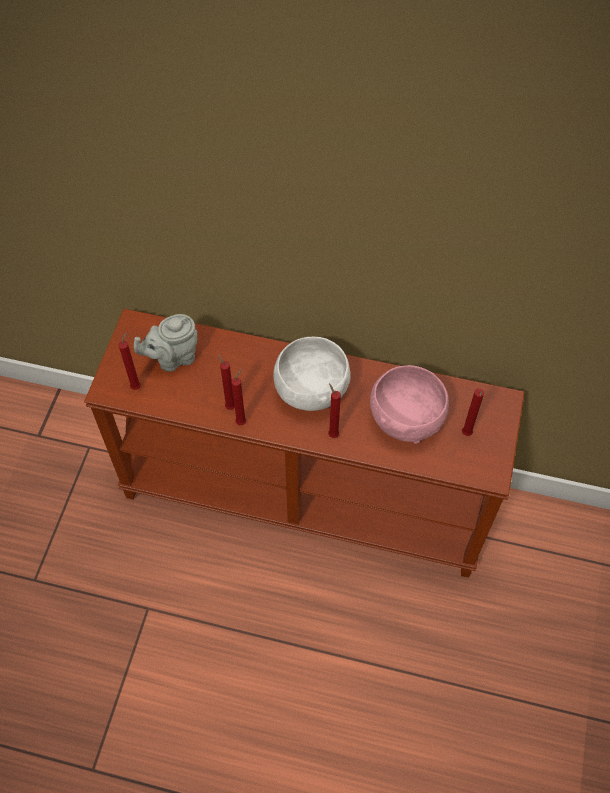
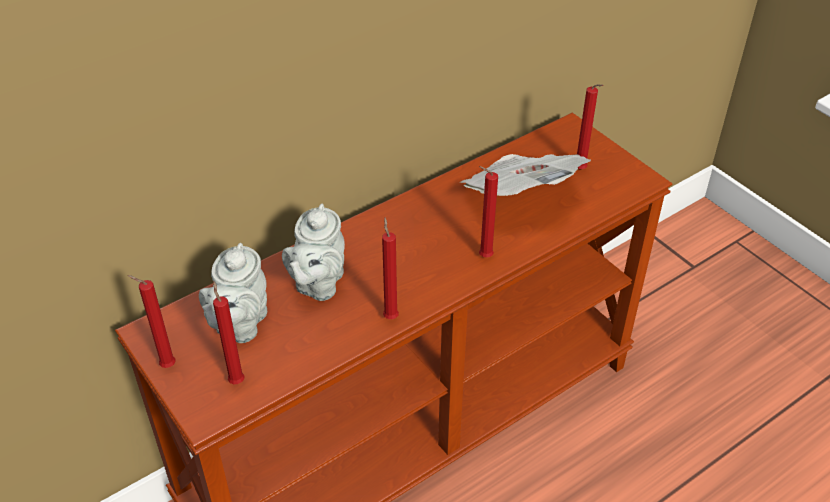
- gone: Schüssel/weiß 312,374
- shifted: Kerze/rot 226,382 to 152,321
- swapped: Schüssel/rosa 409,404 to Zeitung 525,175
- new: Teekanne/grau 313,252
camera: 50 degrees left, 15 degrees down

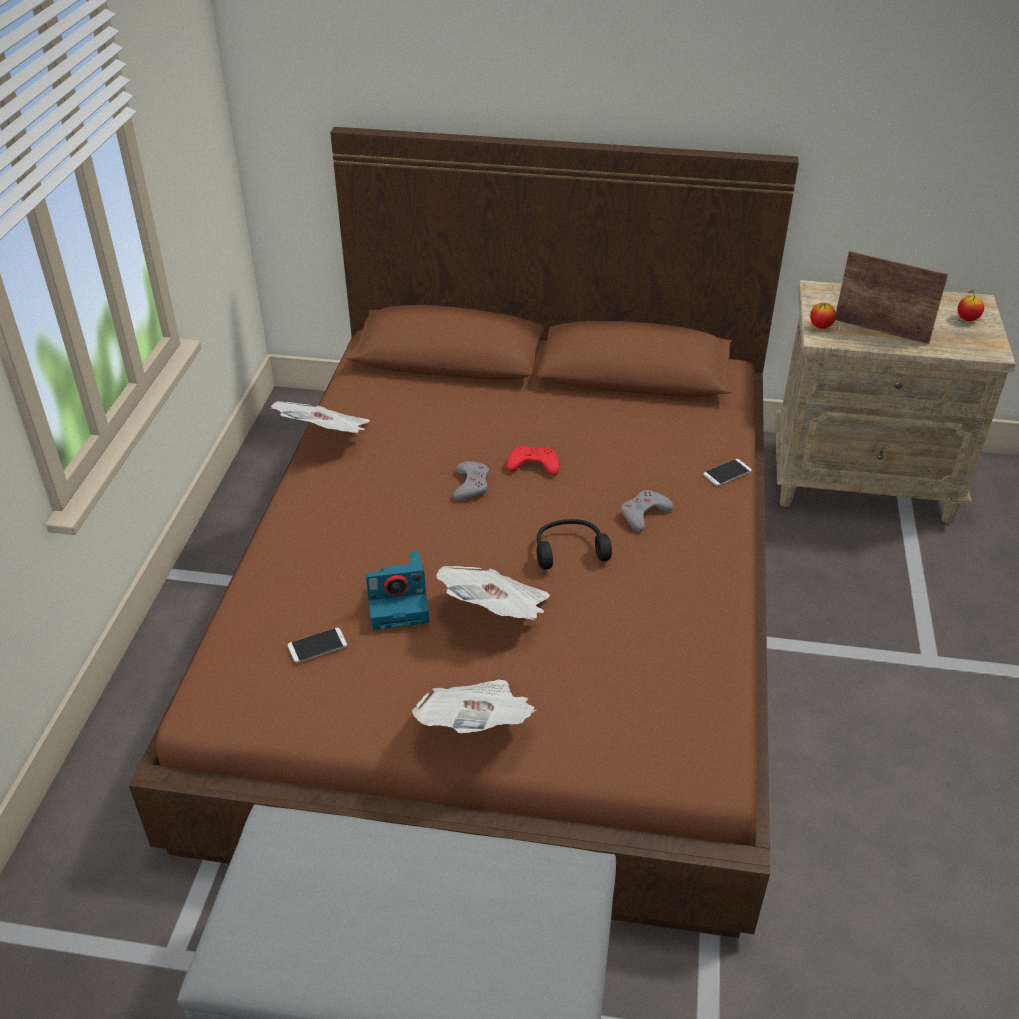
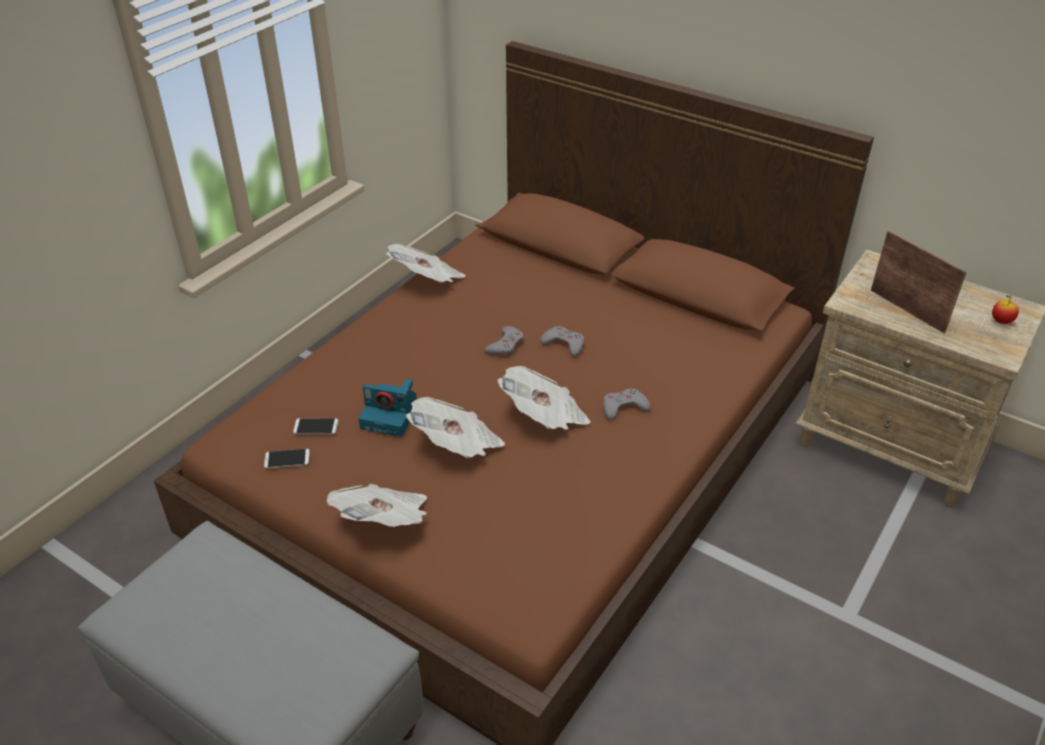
- gone: Apfel 823,316
- repainted: Gamepad/rot 532,460 to Gamepad/grau 562,341
- shifted: Handy 727,472 to 287,459
- swapped: Kopfhörer/schwarz 574,544 to Zeitung 543,398
camera: 25 degrees right, 0 degrees up

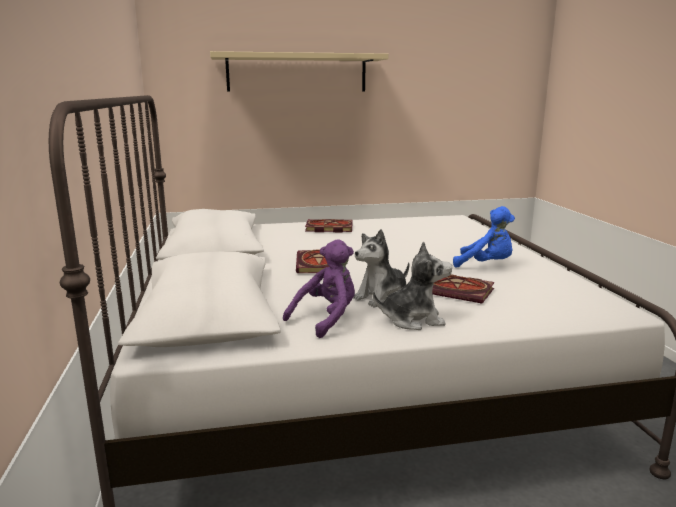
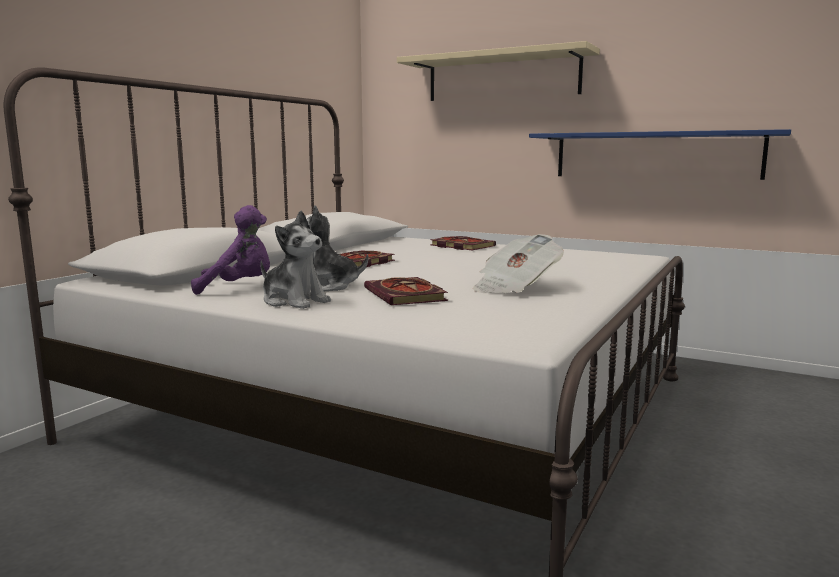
- swapped: Plüschtier/blau 484,237 to Zeitung 518,263
- new: Wandregal/blau 660,154
camera: 40 degrees right, 5 degrees down

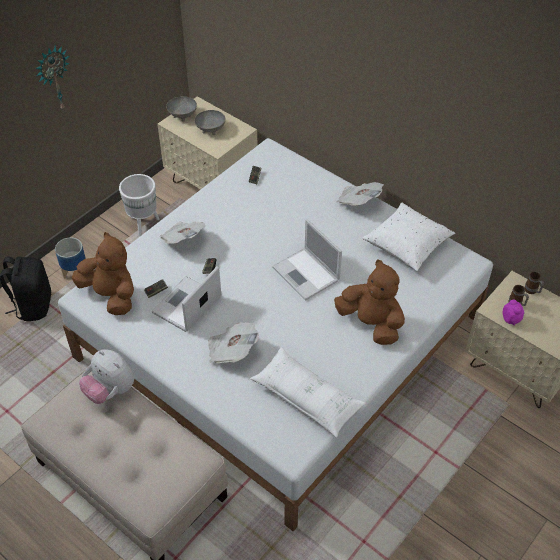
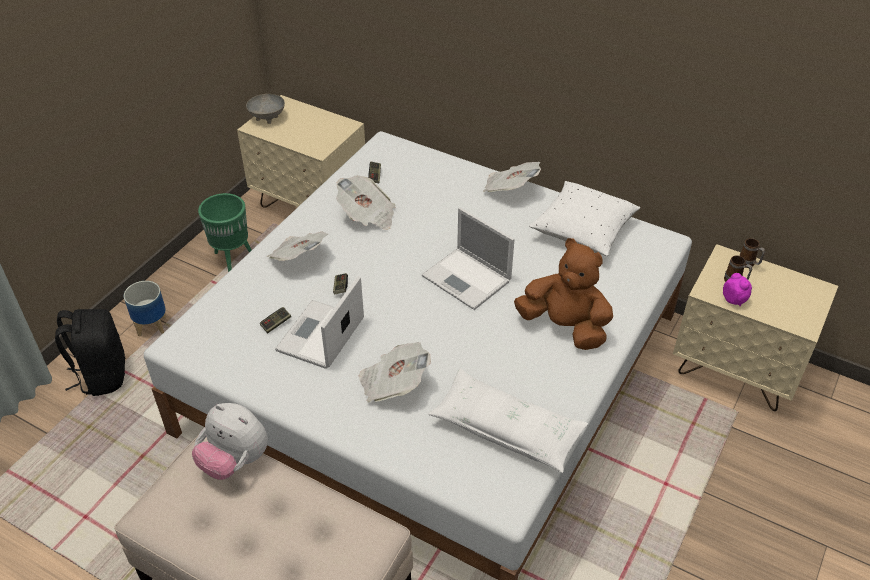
- gone: Wanduhr 52,78
- gone: Schüssel/grau 210,122
- repainted: Pflanzkübel/weiß 139,205 to Pflanzkübel/grün 225,232
- gone: Plüschtier/braun 103,273
- new: Zeitung 365,203
camera: 10 degrees left, 5 degrees down

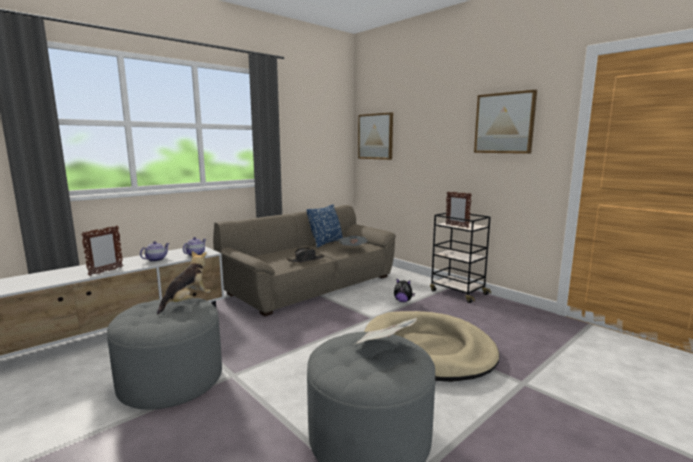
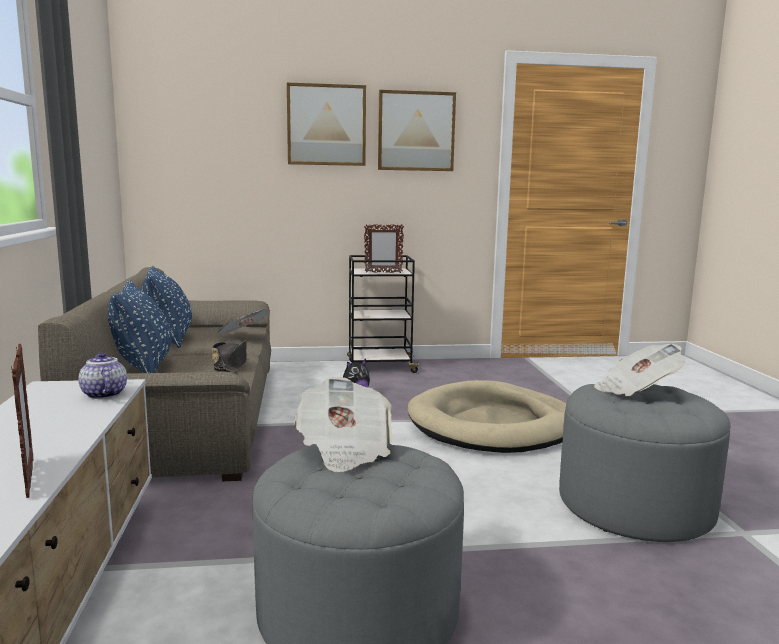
- shifted: Bild 375,136 to 326,124
- gone: Teekanne 155,251
- swapped: Plüschtier 184,283 to Zeitung 343,424
- new: Kissen/blau 140,326
camera: 55 degrees left, 0 degrees up

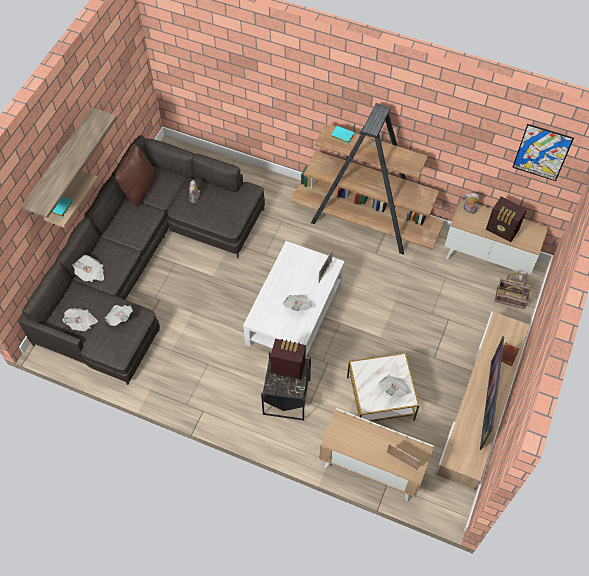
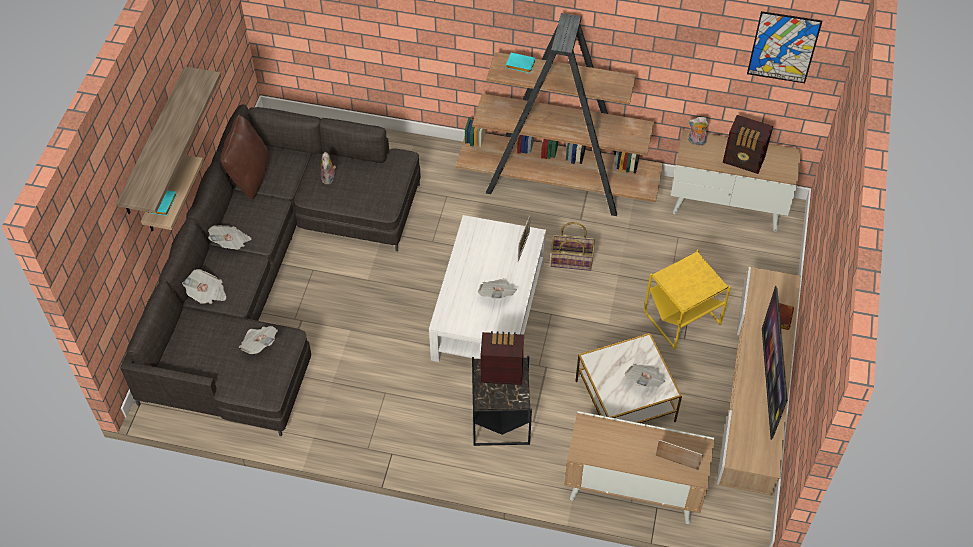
- shifted: Korb 513,290 to 573,246
- shifted: Zeitung 80,319 to 229,238
- new: Beistelltisch/gelb 687,300
camera: 10 degrees left, 5 degrees down

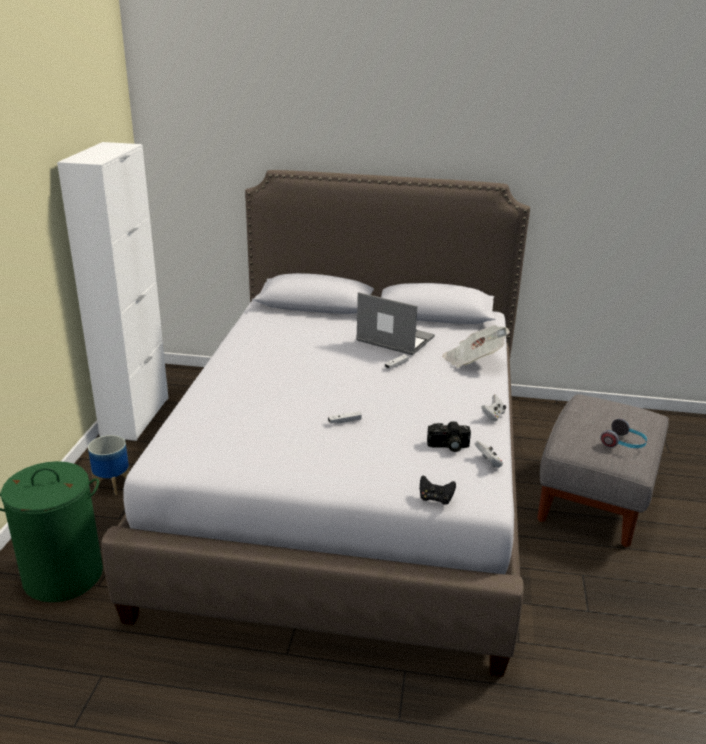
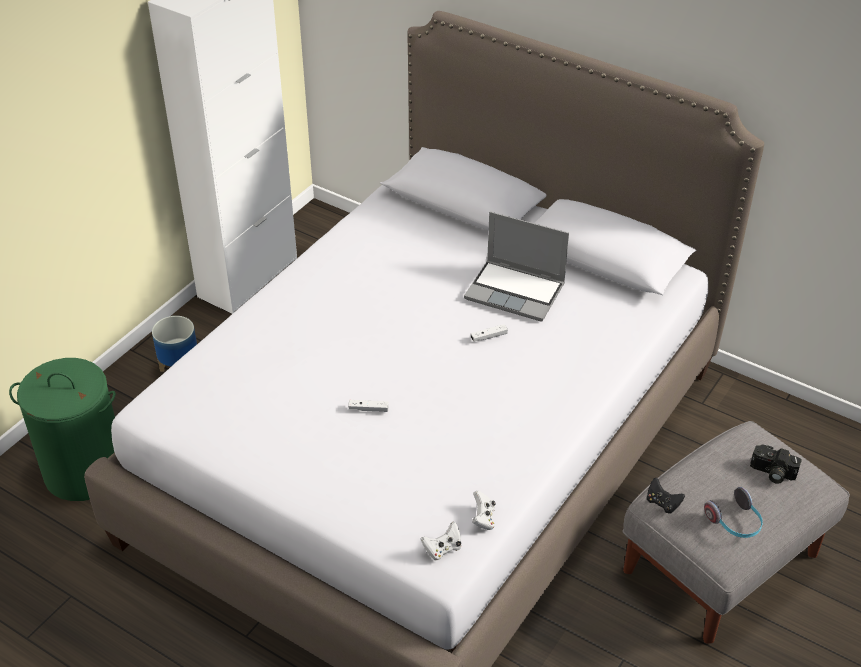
- rotated: Laptop 395,323 = 516,267 150 degrees clockwise
- gone: Zeitung 476,346
- shifted: Gamepad/weiß 493,407 to 441,541
- shifted: Kamera 449,437 to 776,464
- shifted: Gamepad/schwarz 438,490 to 666,495
camera: 25 degrees right, 15 degrees up

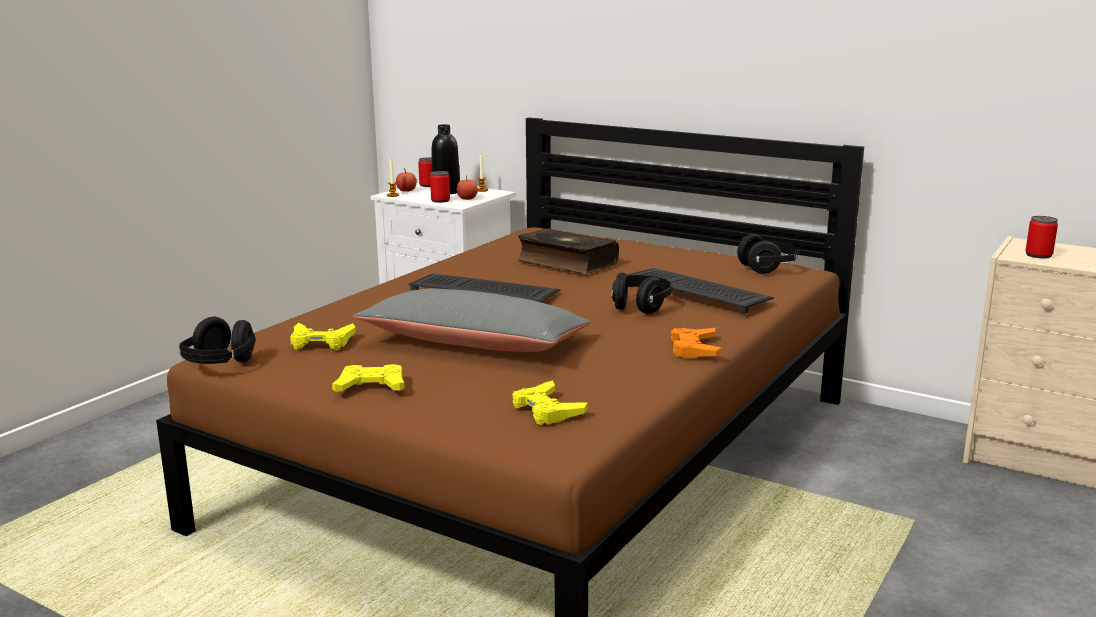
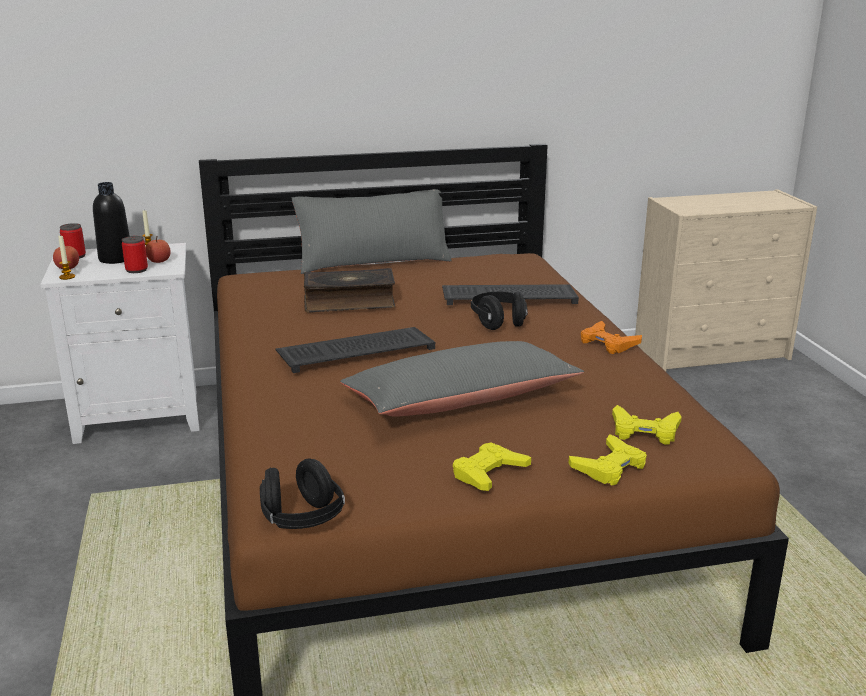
- gone: Dose 1042,237
- gone: Kopfhörer/schwarz 768,254
- shifted: Gamepad/gelb 323,336 to 608,459
- new: Kissen/grau 371,231
camera: 45 degrees left, 5 degrees up

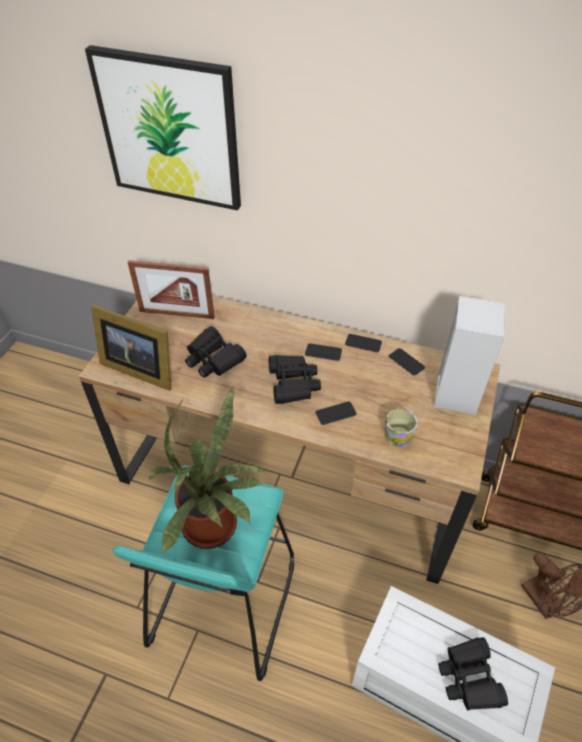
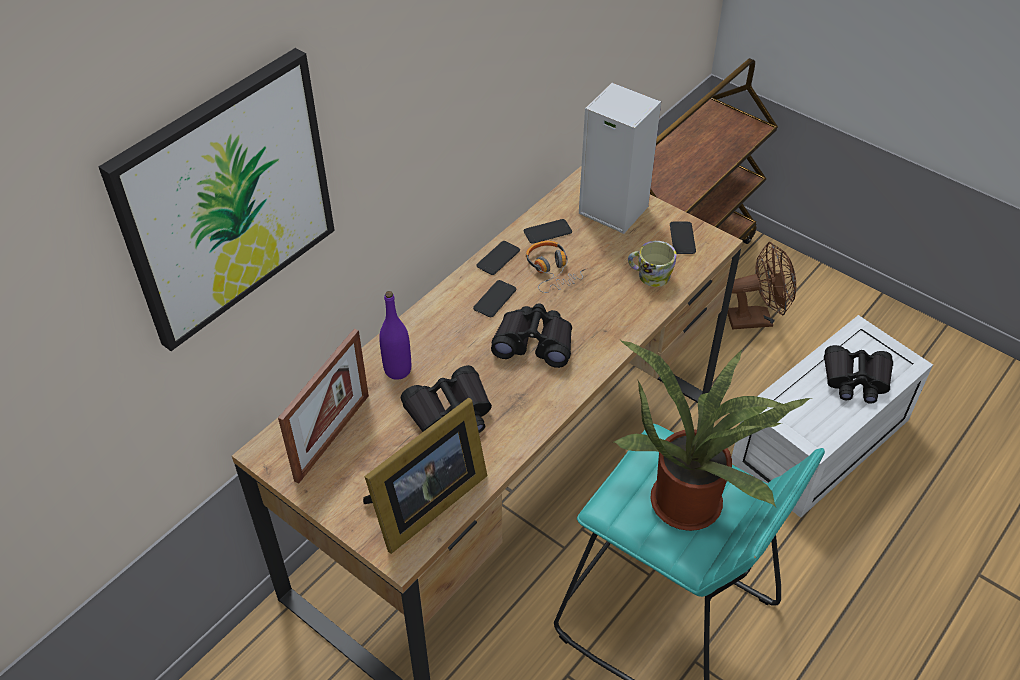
- shifted: Handy 336,413 to 683,238
- new: Kopfhörer 557,267
- new: Flasche/lila 395,335
camera: 70 degrees left, 0 degrees up

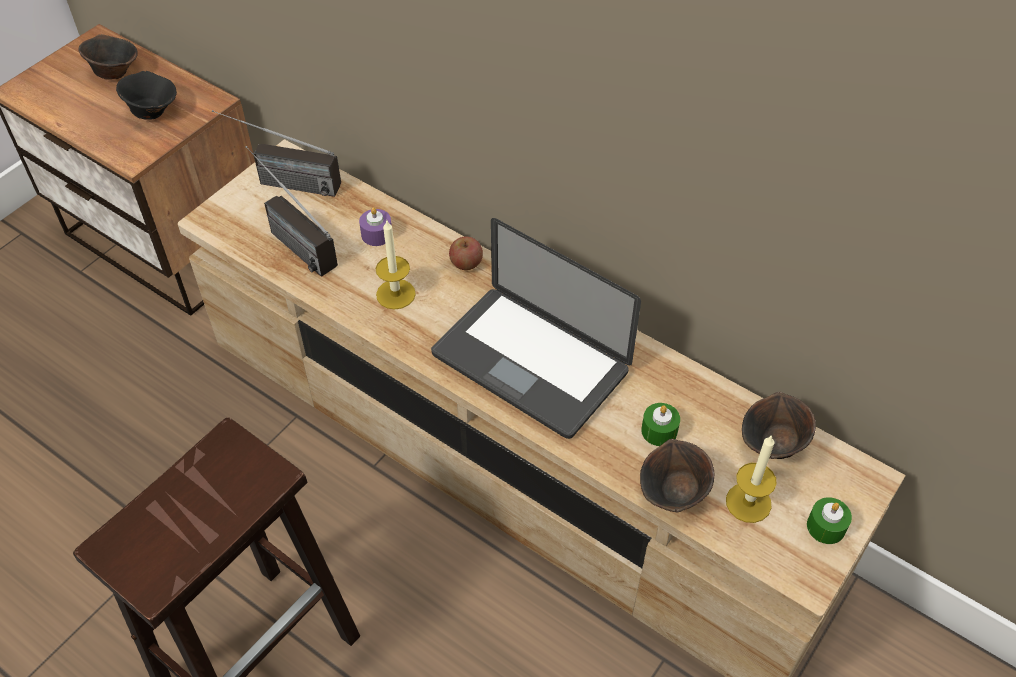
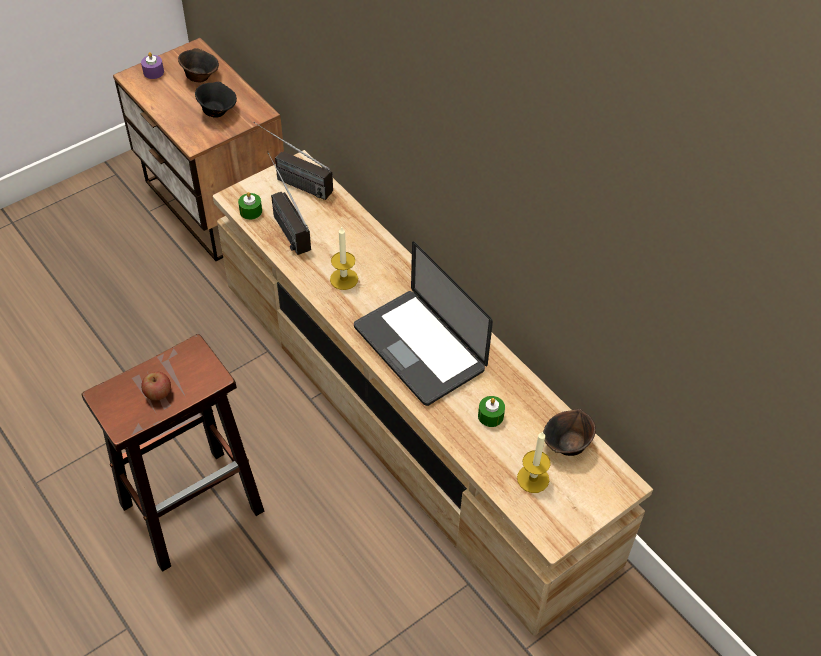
- shifted: Kerze/lila 375,226 to 152,65
- shifted: Apfel 466,253 to 156,385
- gone: Schüssel/braun 677,475
- shifted: Kerze/grün 829,520 to 250,206
camera: 15 degrees right, 0 degrees up

